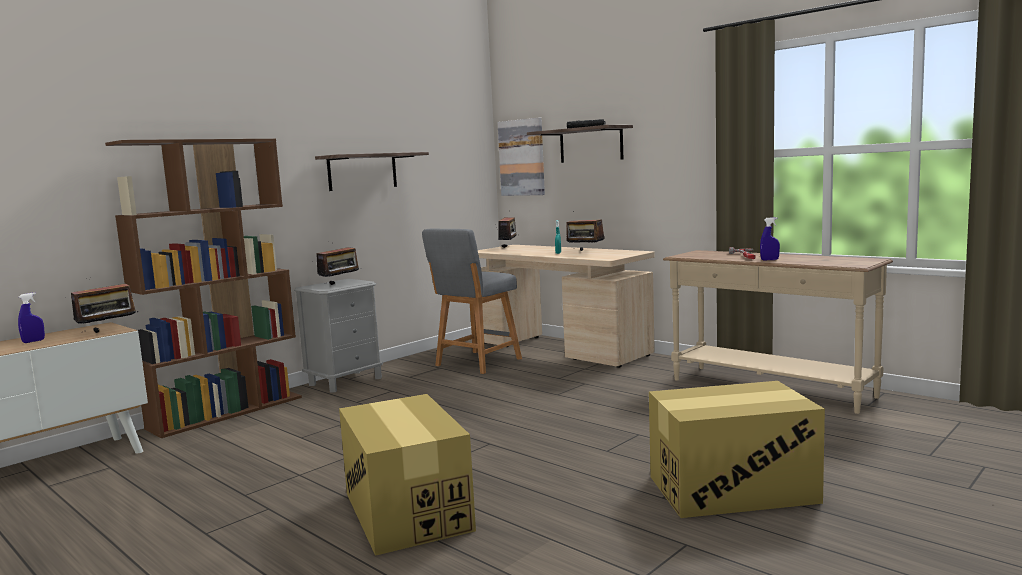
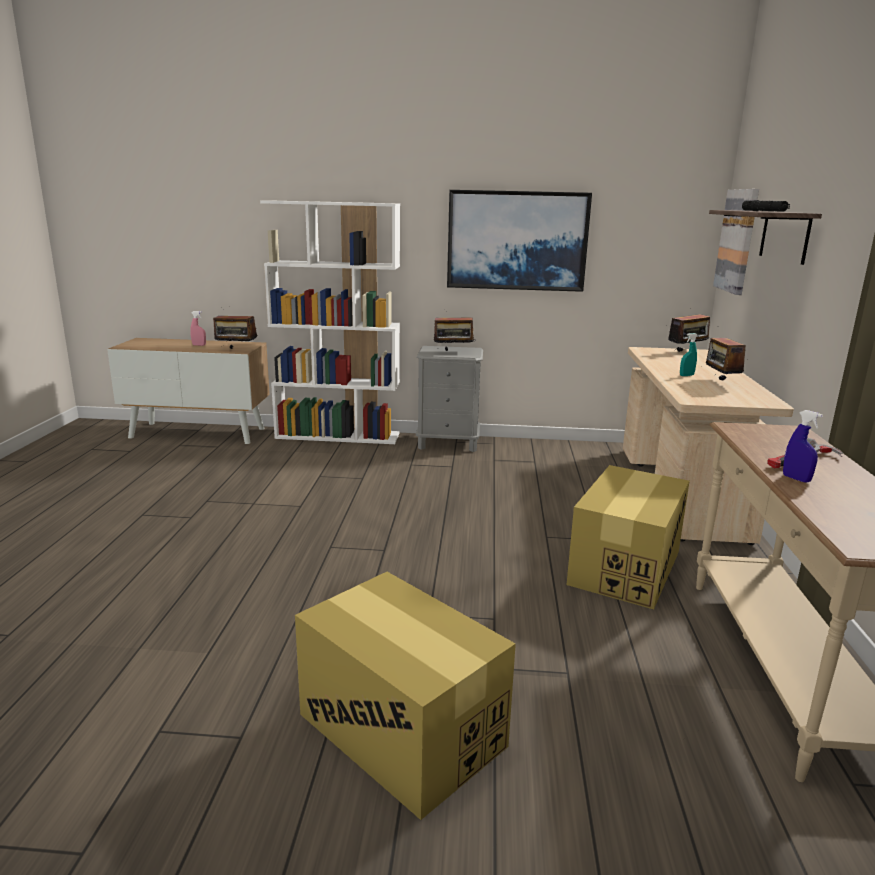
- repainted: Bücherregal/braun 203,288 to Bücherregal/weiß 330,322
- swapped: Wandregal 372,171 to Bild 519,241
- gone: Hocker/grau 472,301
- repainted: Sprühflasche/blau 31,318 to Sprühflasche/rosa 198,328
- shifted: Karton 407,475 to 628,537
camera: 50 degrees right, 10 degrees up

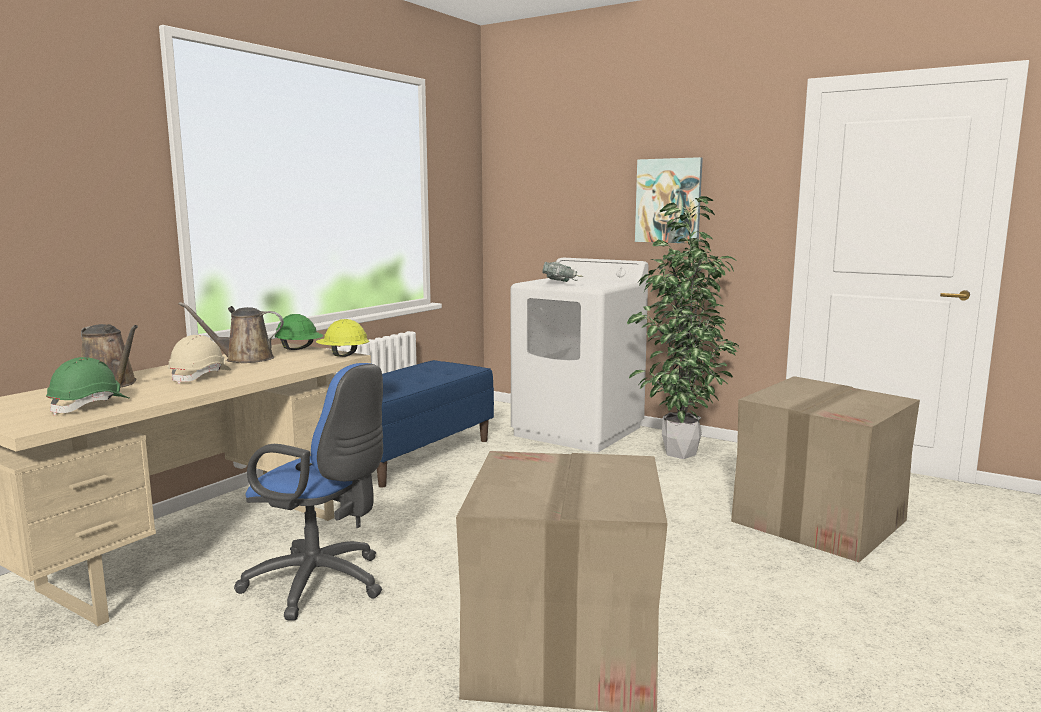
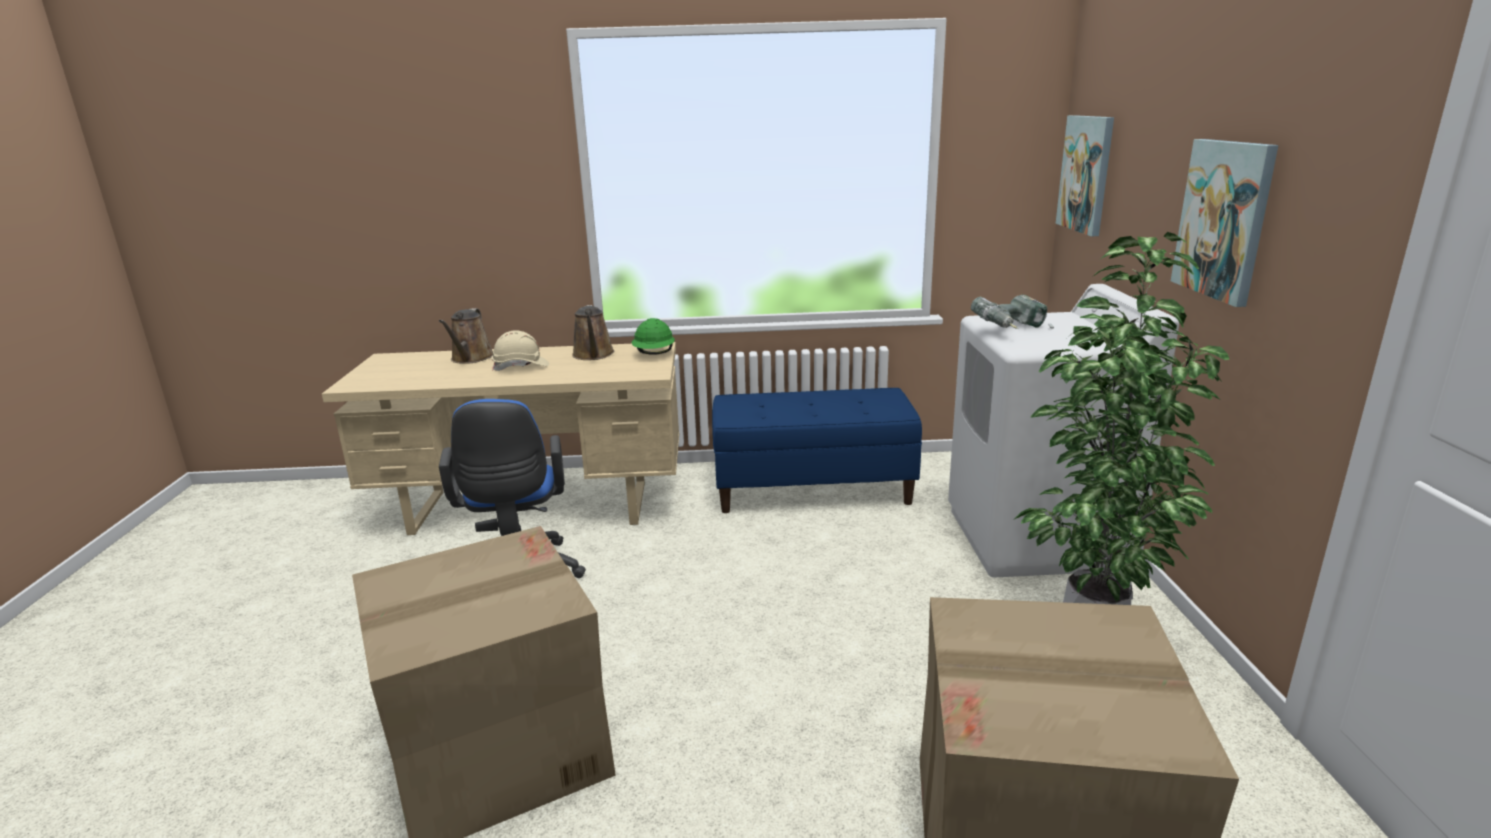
- rotated: Gießkanne/braun 231,332 = 593,332 150 degrees counterclockwise
- gone: Schutzhelm/gelb 342,338
- gone: Schutzhelm/grün 88,386
- new: Bild 1085,175
camera: 55 degrees right, 10 degrees up

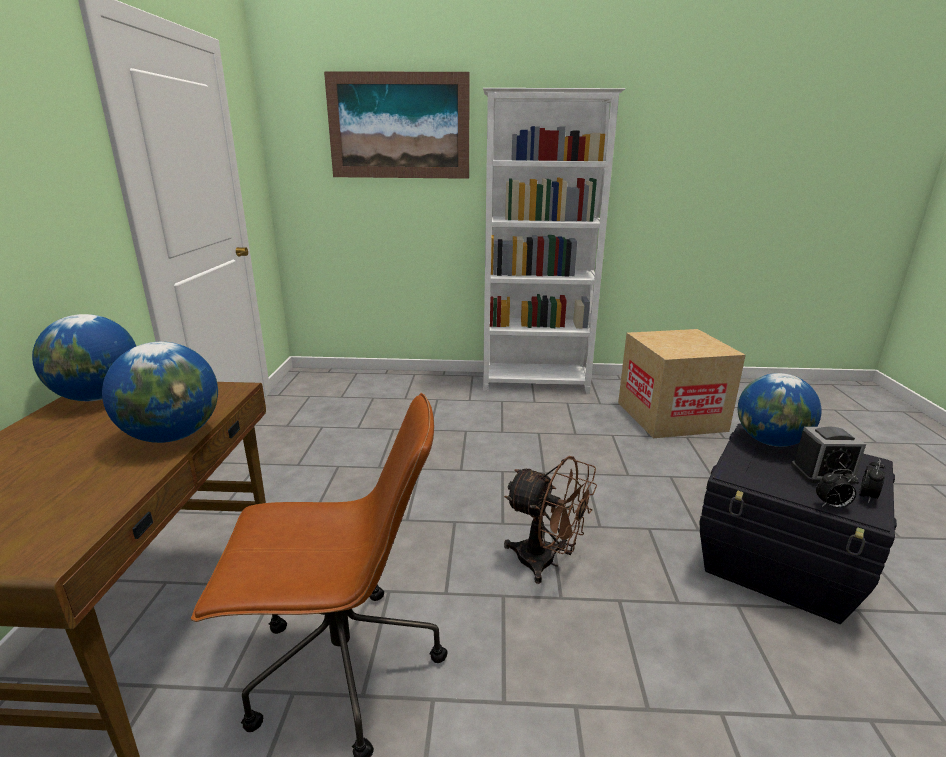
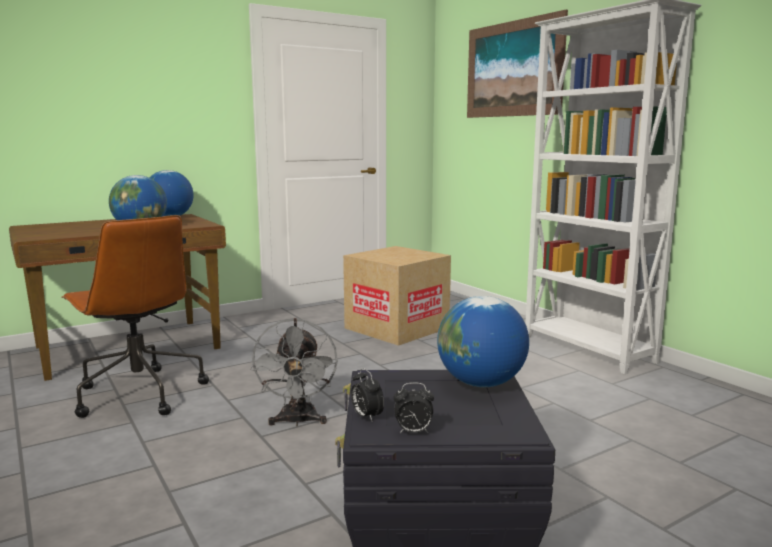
- shifted: Karton 682,383 to 397,296
- gone: Wecker 828,455
- repainted: Ventilator/braun 550,520 to Ventilator/grau 293,372
camera: 55 degrees right, 10 degrees down

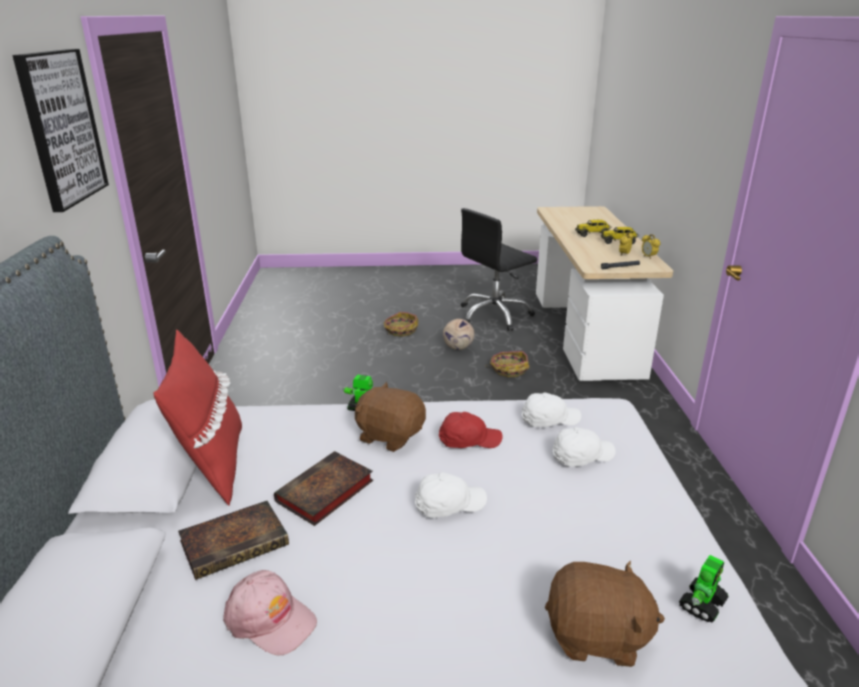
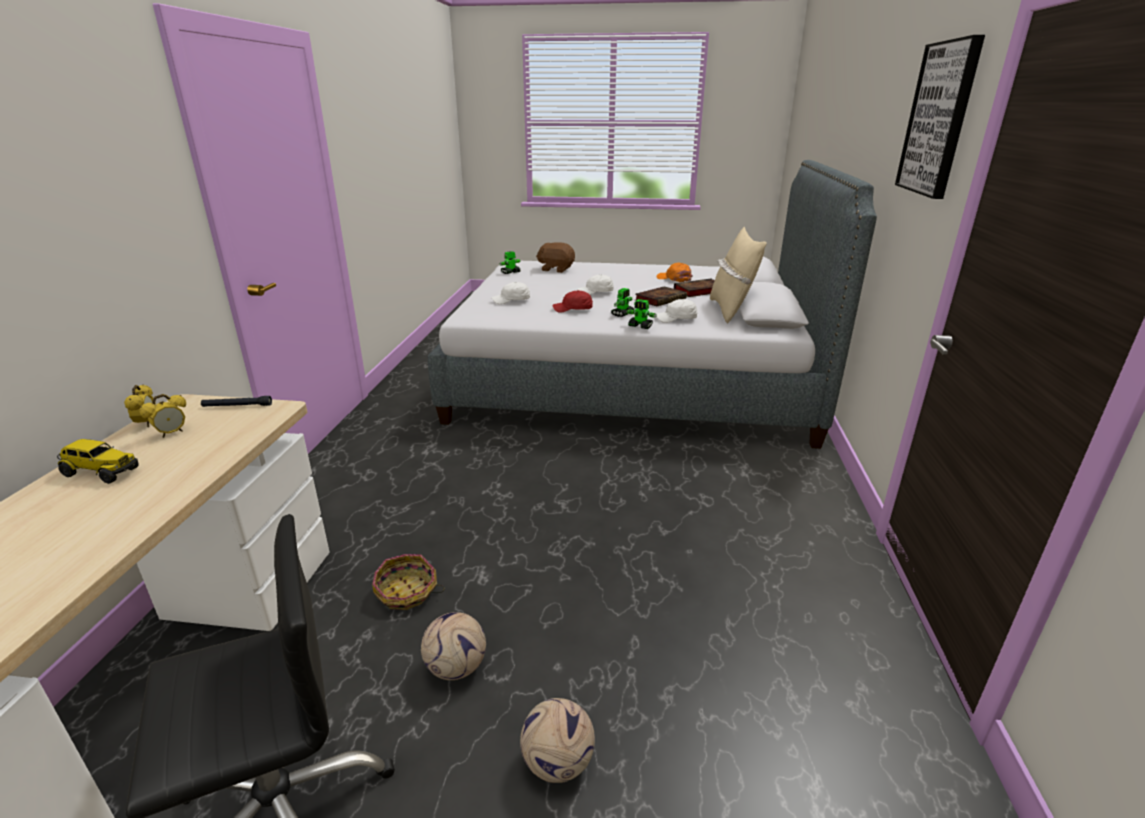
- gone: Spielzeuglaster 593,228
- swapped: Korb 401,324 to Fußball 557,740
- repainted: Kissen/rot 197,417 to Kissen/beige 738,275
- swapped: Plüschtier/braun 390,417 to Spielzeugroboter 622,302
- shifted: Kappe/weiß 551,409 to 677,311
- repainted: Kappe/rosa 270,612 to Kappe/orange 675,272
camera: 170 degrees left, 0 degrees up

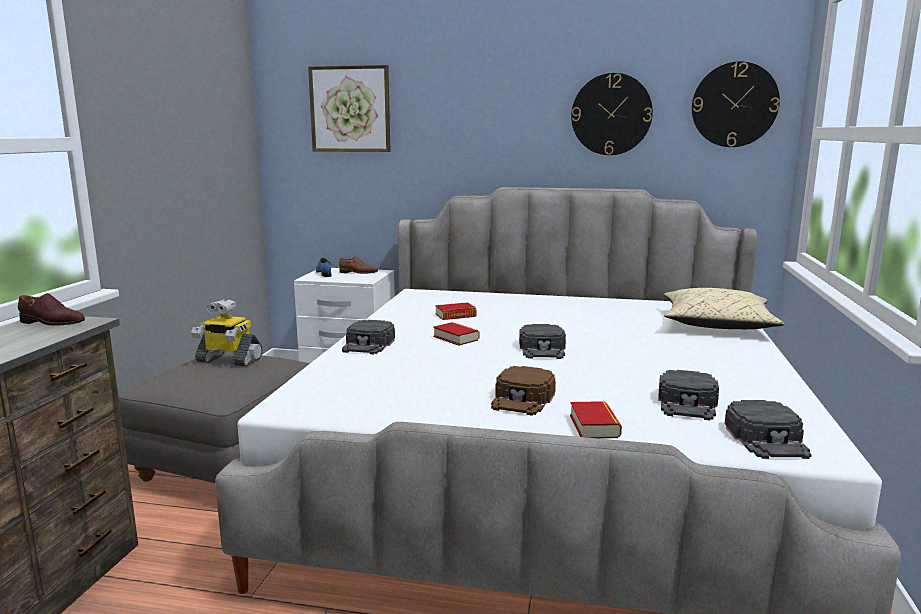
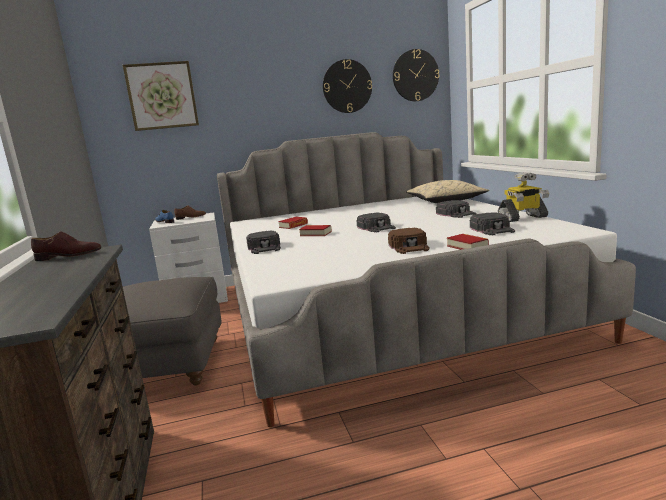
- shifted: Spielzeugroboter 227,332 to 523,197
- shifted: Kappe/schwarz 768,429 to 456,209
camera: 25 degrees left, 0 degrees up

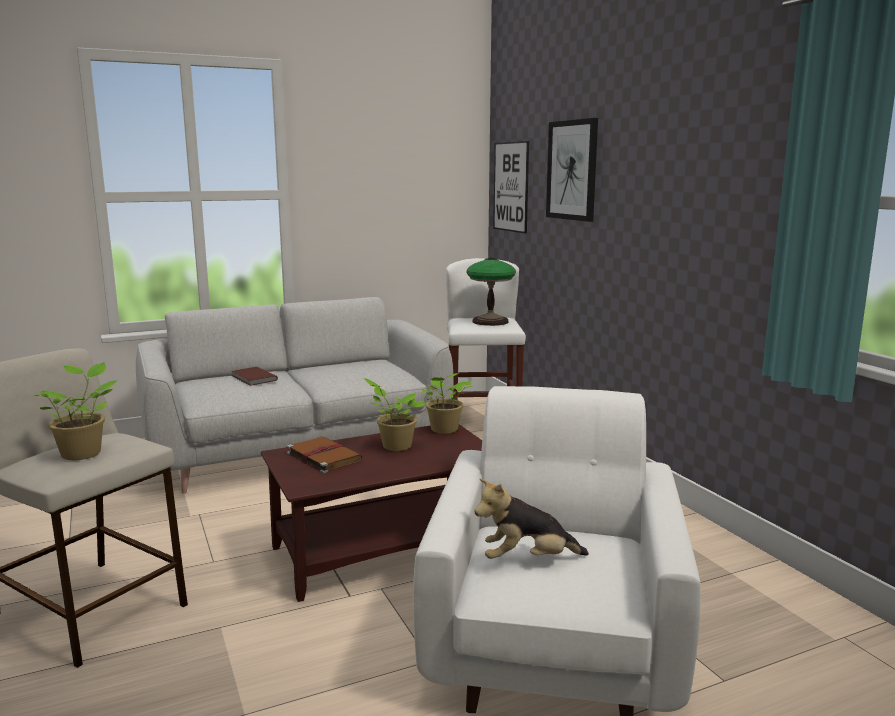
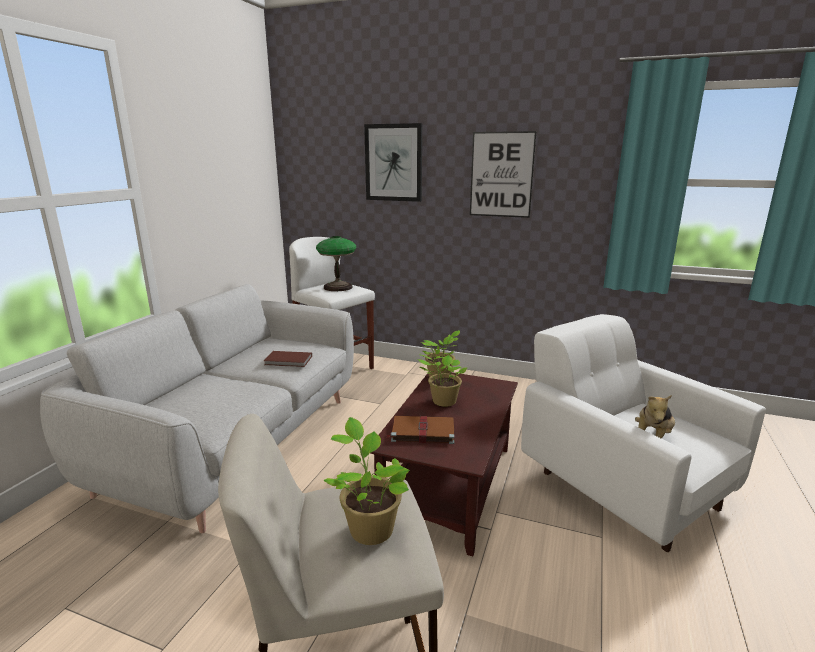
- shifted: Bild 511,187 to 503,174
- shifted: Buch/braun 255,376 to 288,359
camera: 45 degrees left, 5 degrees up

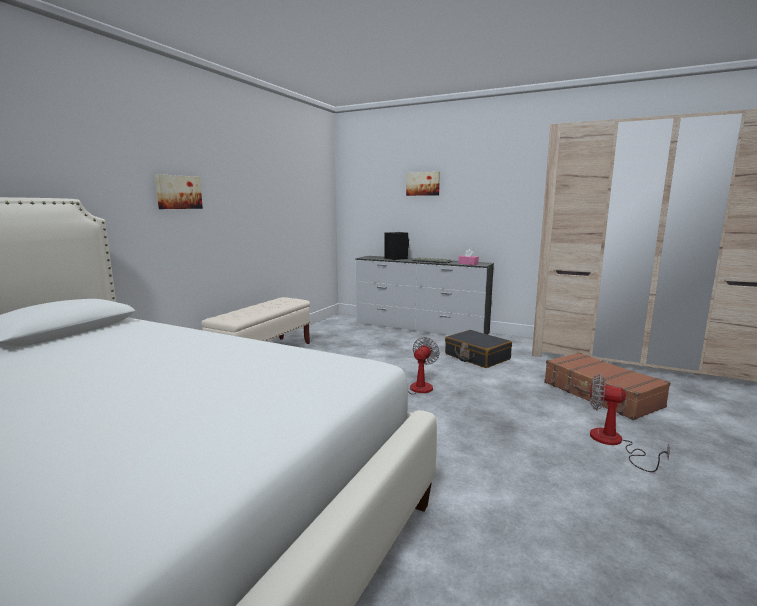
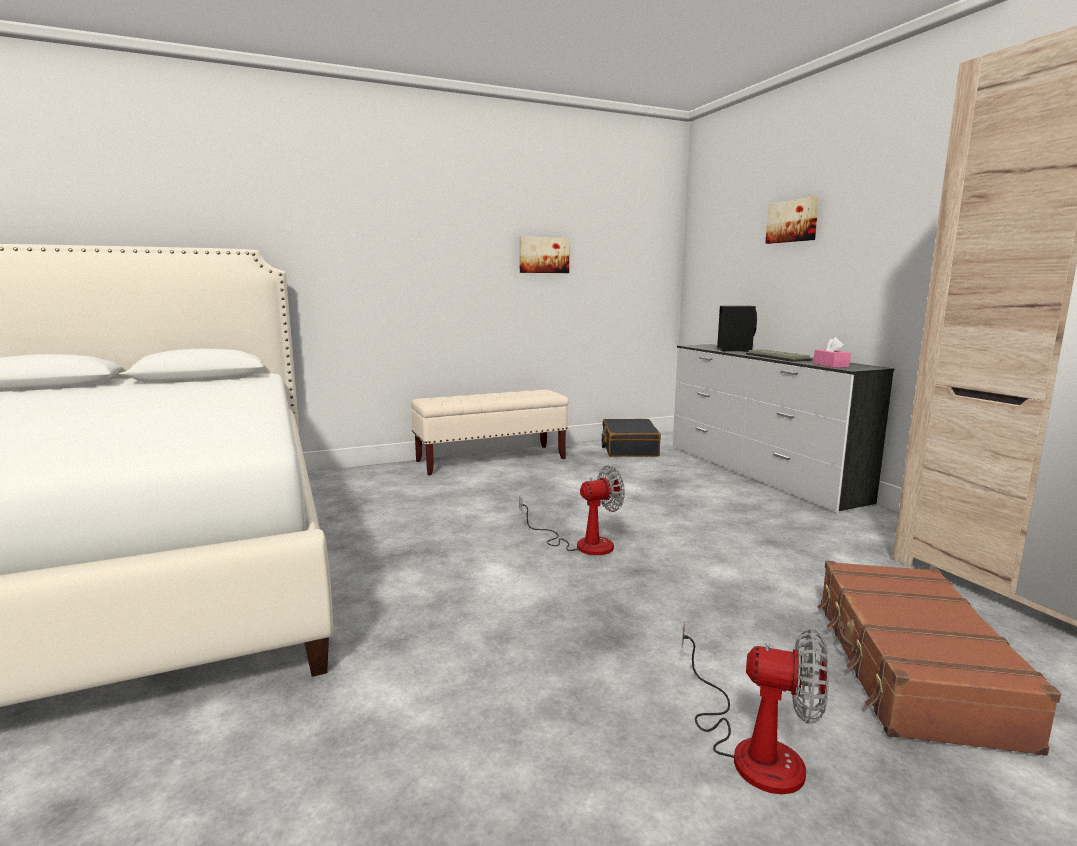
- shifted: Bild 179,191 to 544,254
- shifted: Koffer/schwarz 478,349 to 631,438
- rotated: Ventilator 630,423 = 755,707 135 degrees clockwise
camera: 40 degrees right, 0 degrees up

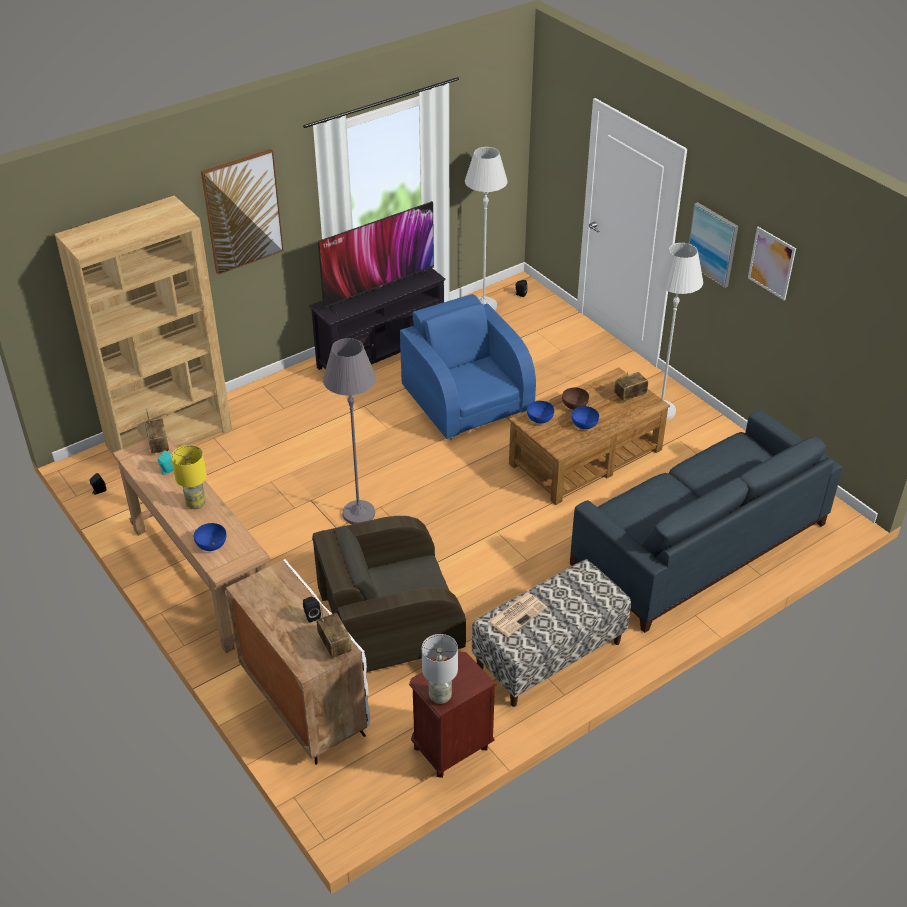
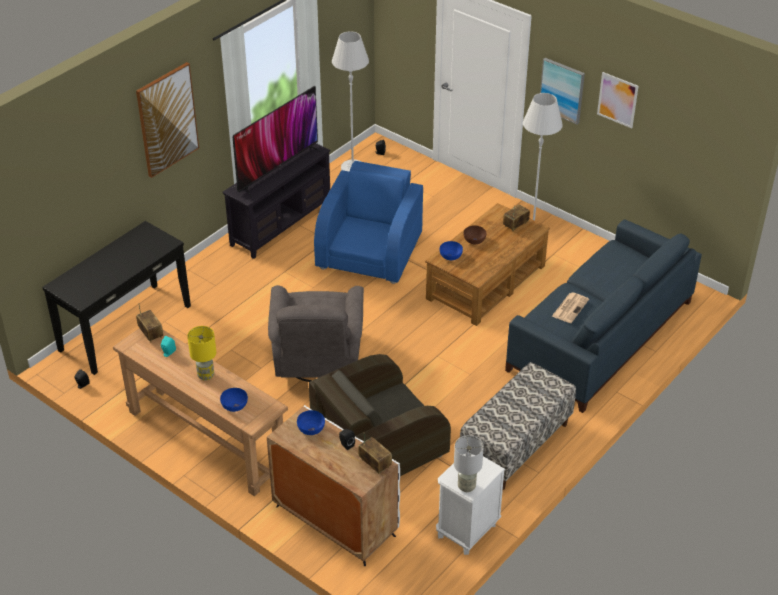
- swapped: Bücherregal/braun 143,324 to Konsolentisch/schwarz 116,298
- rotated: Sessel/blau 468,367 = 368,222 60 degrees clockwise
- swapped: Stehlampe/grau 349,431 to Sessel/grau 316,333
- shifted: Schüssel/blau 585,417 to 311,422
- shifted: Zeitung 517,615 to 570,307
- repainted: Nachttisch/braun 453,715 to Nachttisch/weiß 470,504
camera: 15 degrees left, 0 degrees up

